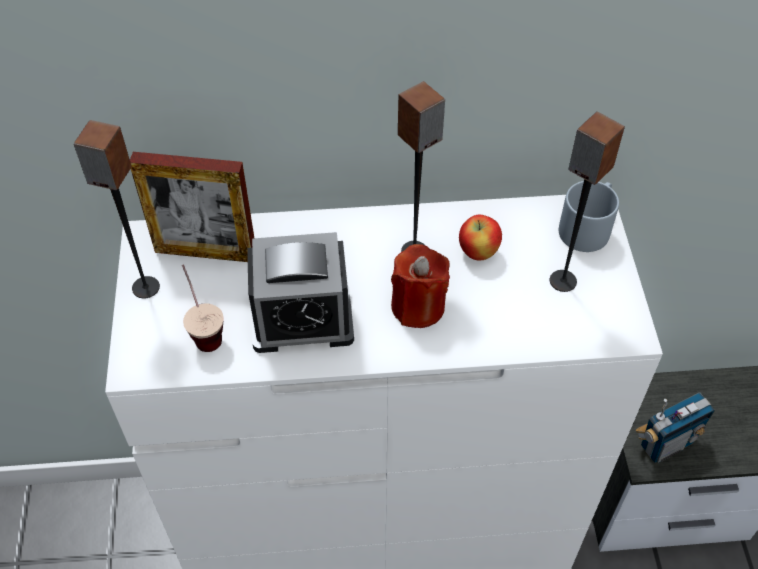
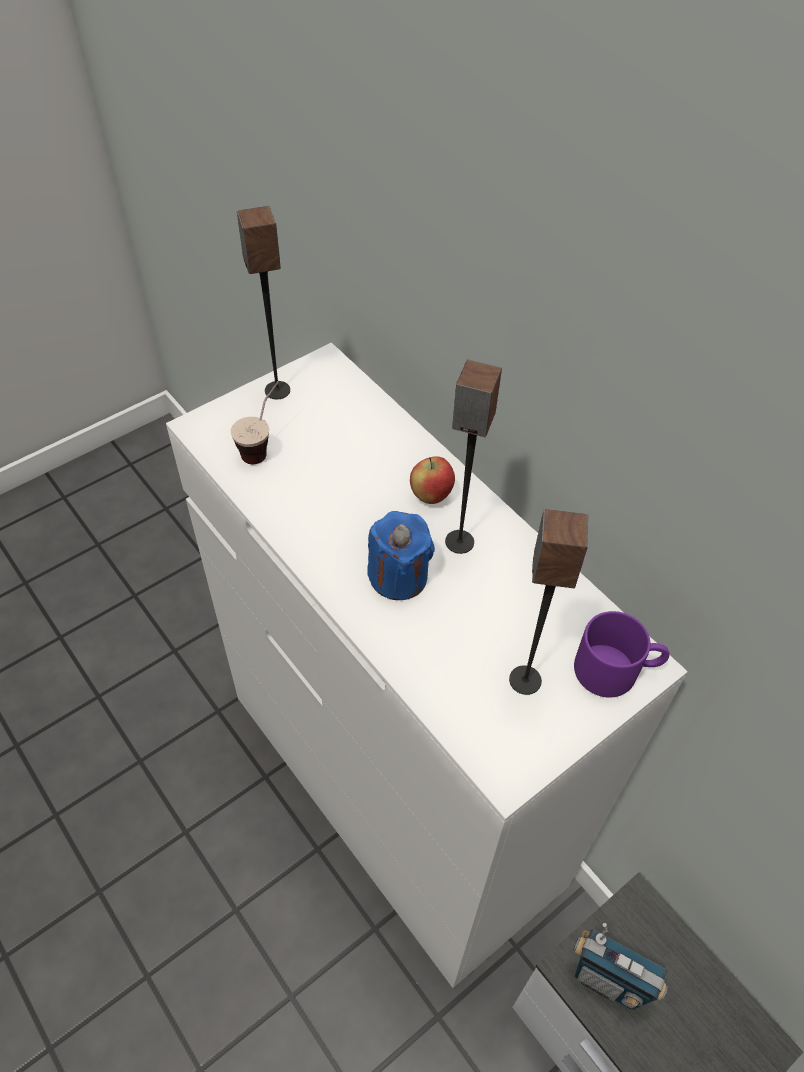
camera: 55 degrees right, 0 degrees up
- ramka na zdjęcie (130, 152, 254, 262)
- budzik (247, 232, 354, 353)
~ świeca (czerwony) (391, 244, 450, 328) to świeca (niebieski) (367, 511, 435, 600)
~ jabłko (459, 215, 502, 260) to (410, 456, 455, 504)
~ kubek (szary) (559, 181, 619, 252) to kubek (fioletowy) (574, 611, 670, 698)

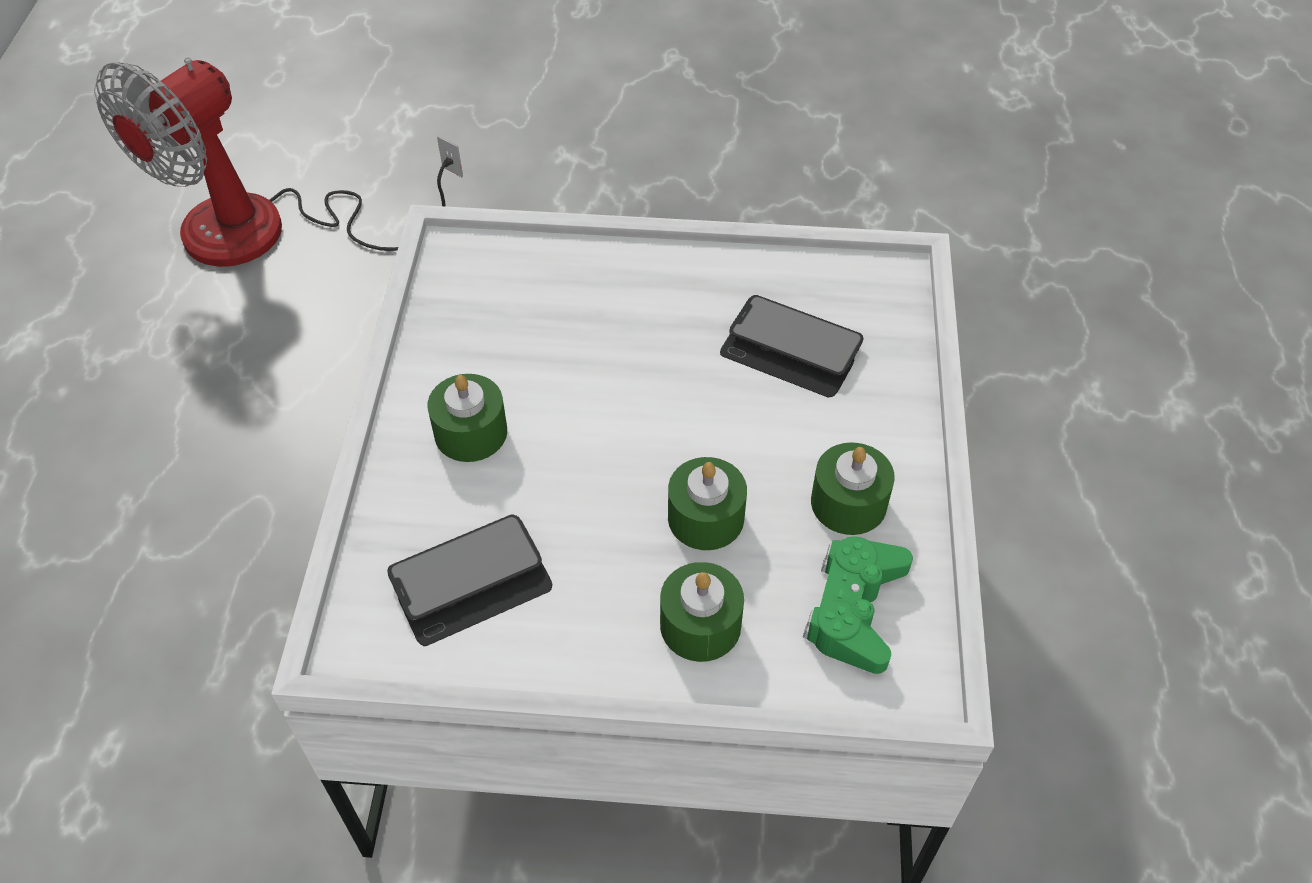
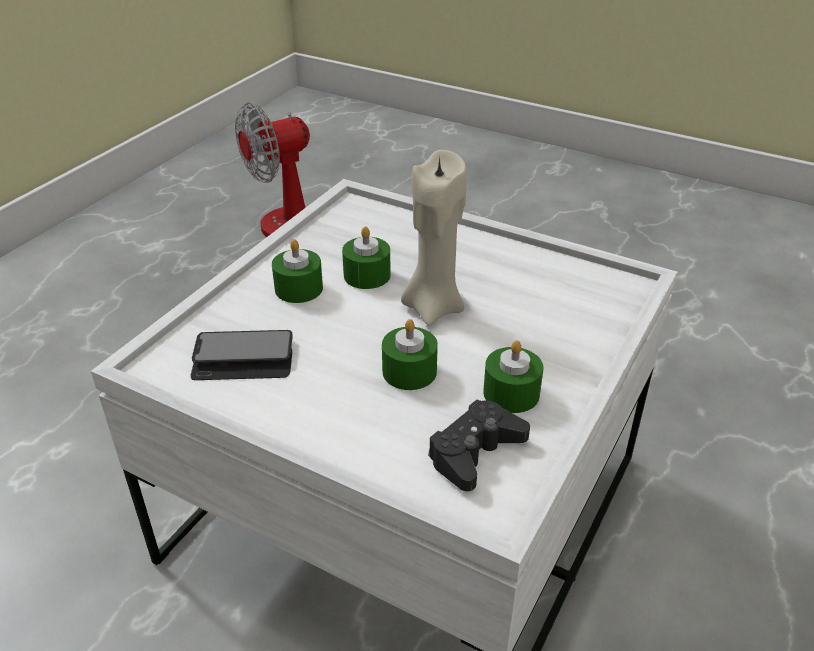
camera: 25 degrees right, 15 degrees down
~ świeca (zielony) (660, 562, 744, 662) to (342, 226, 391, 289)
- telefon (720, 295, 864, 397)
~ pad do gier (zielony) (803, 536, 913, 674) to pad do gier (czarny) (428, 400, 530, 491)
+ świeca (beżowy) (401, 150, 467, 326)

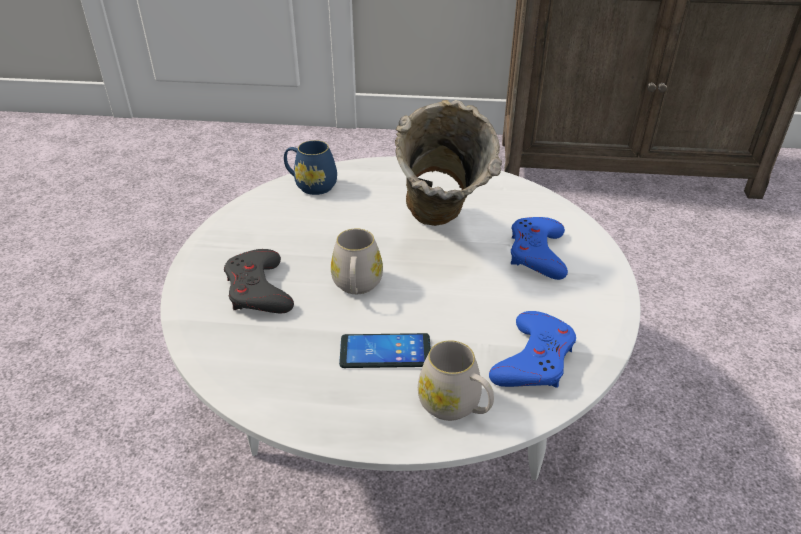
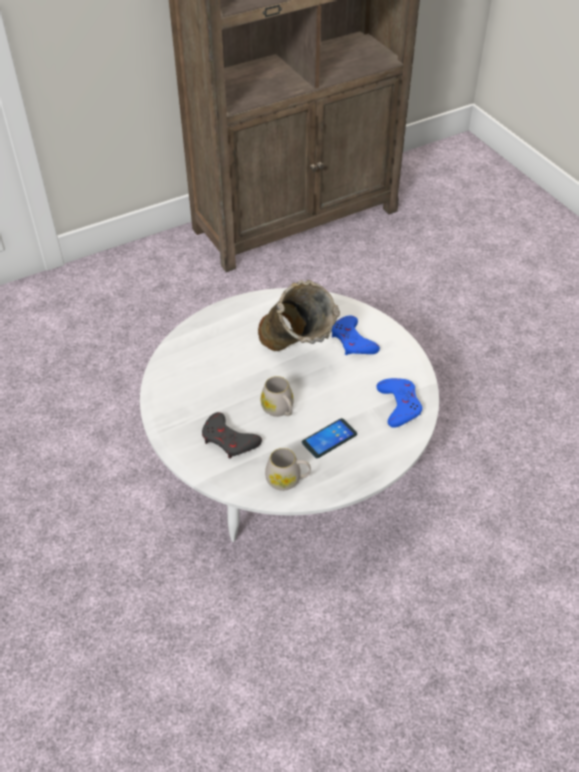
camera: 35 degrees left, 10 degrees up
- kubek (niebieski) (284, 140, 337, 195)
~ kubek (biały) (418, 340, 494, 421) to (265, 448, 311, 491)

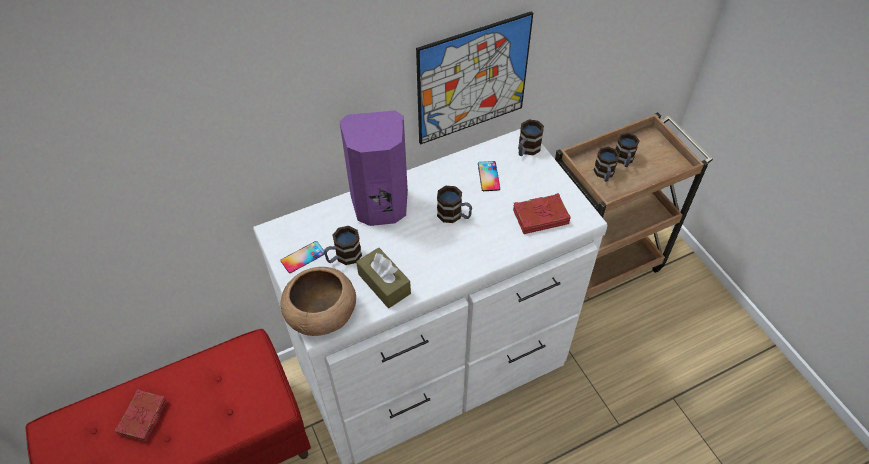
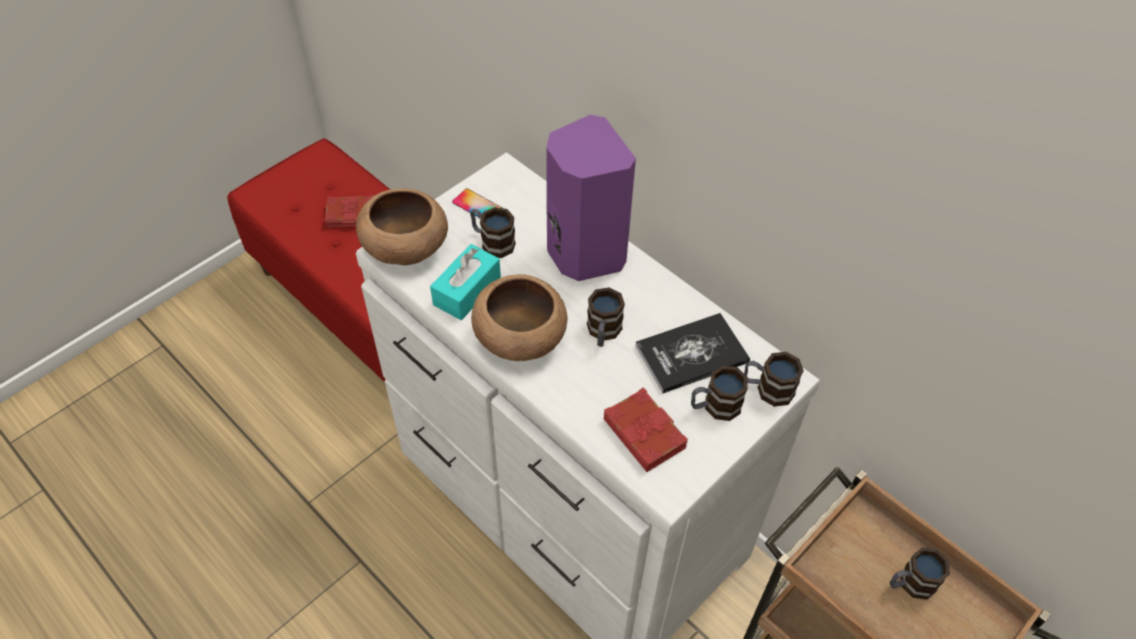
camera: 70 degrees right, 0 degrees up
~ pudełko chusteczek (brązowy) (356, 248, 411, 308) to pudełko chusteczek (turkusowy) (430, 244, 501, 320)
- obraz (416, 11, 533, 145)
~ telefon (478, 161, 500, 191) to książka (635, 313, 750, 394)
~ kubek (593, 147, 619, 182) to (691, 366, 748, 421)
+ miska (brązowy) (471, 274, 567, 361)

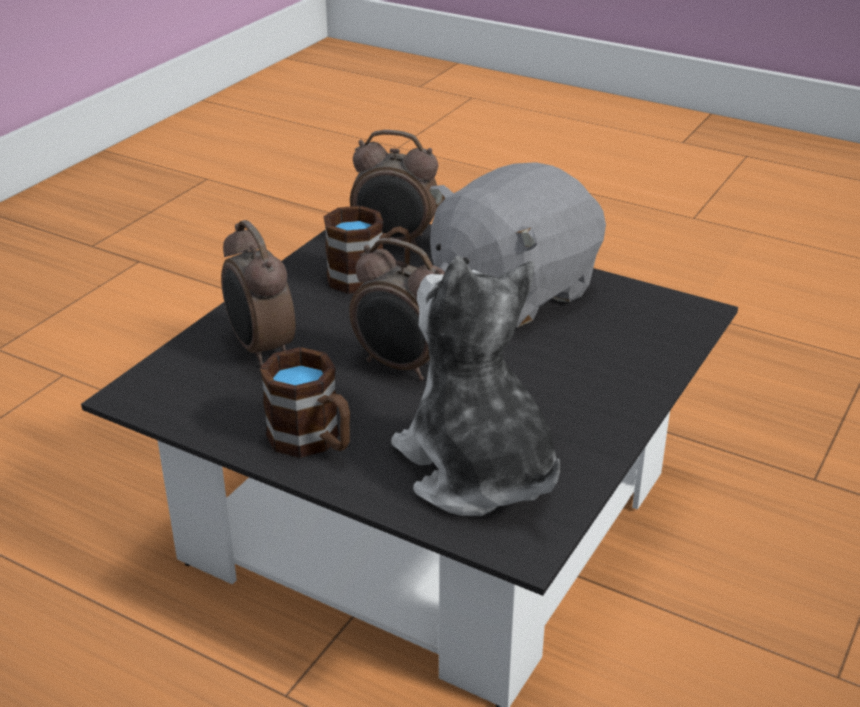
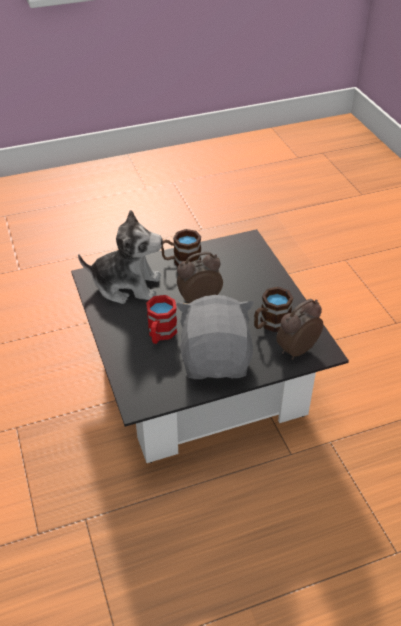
camera: 130 degrees right, 10 degrees up
- budzik (221, 220, 295, 366)
+ kubek (czerwony) (146, 295, 177, 344)

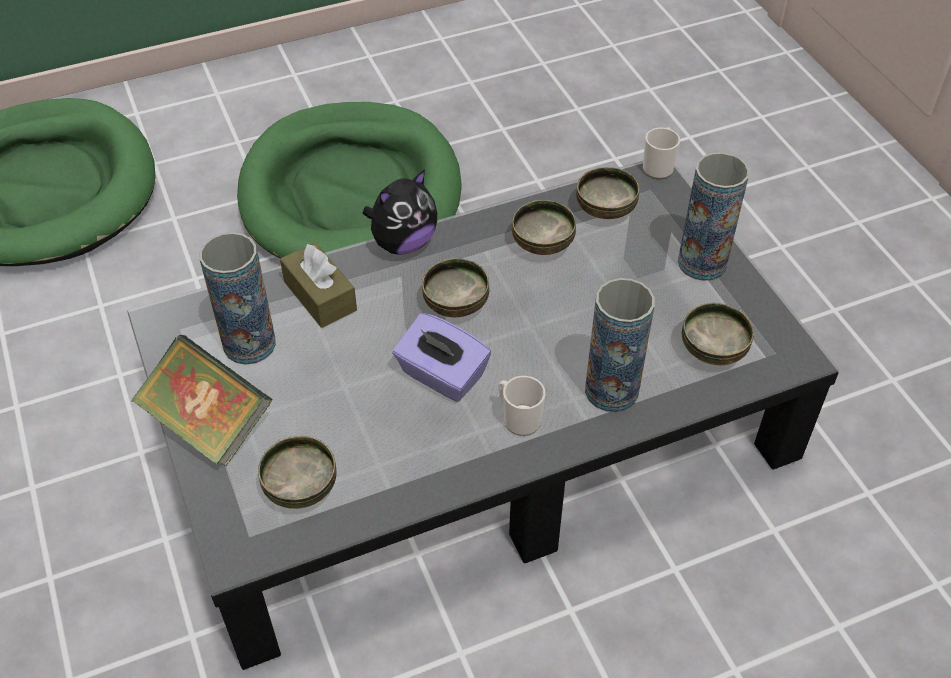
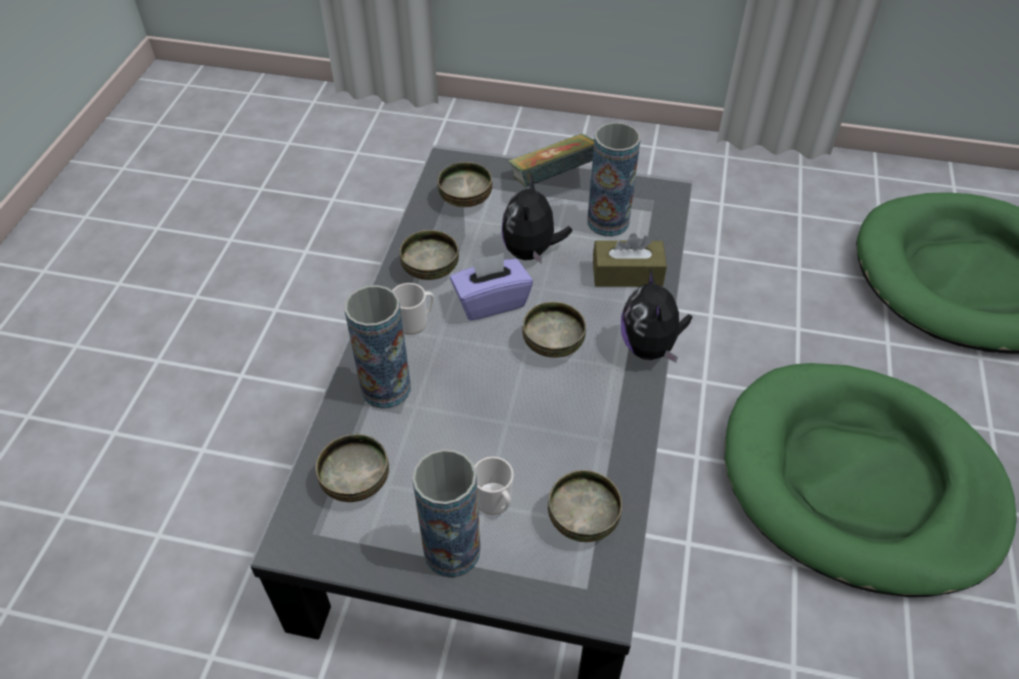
camera: 125 degrees right, 0 degrees up
~ miska (512, 200, 576, 255) to (399, 230, 459, 280)
~ kubek (643, 127, 680, 179) to (474, 457, 514, 515)
+ pluszak (502, 175, 572, 264)

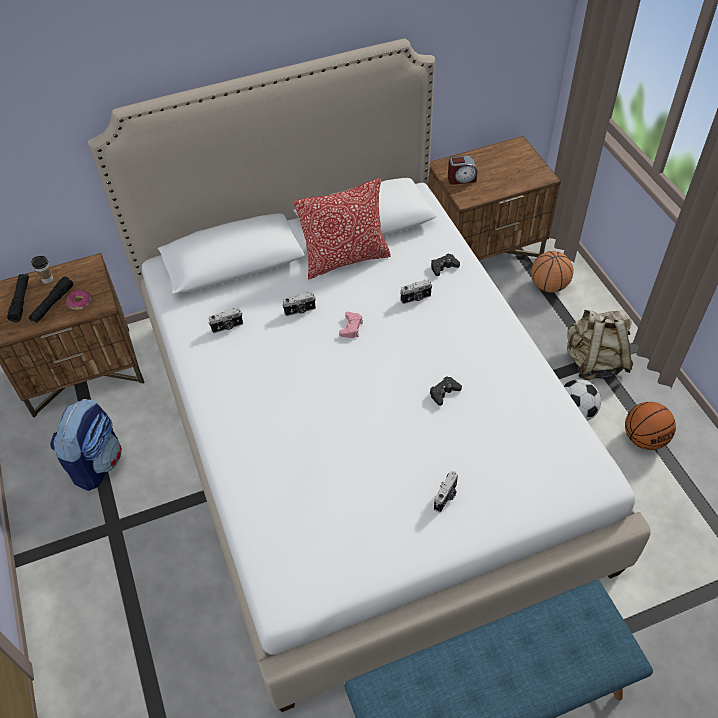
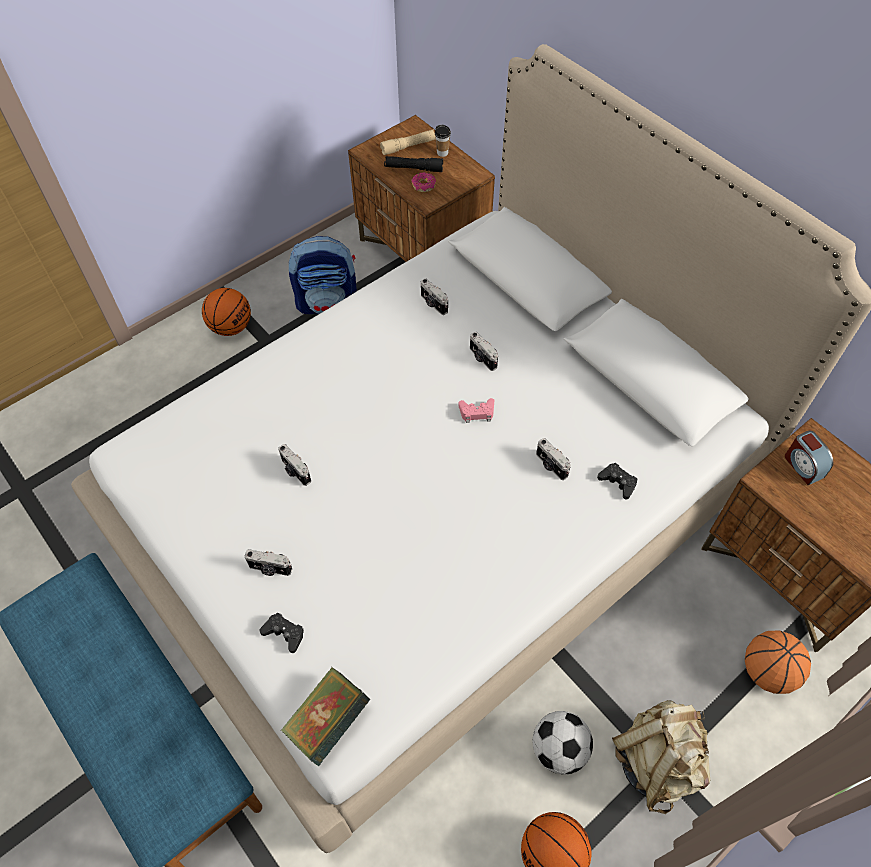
camera: 70 degrees right, 5 degrees up
~ latarka (czarny) (7, 274, 29, 322) to latarka (beżowy) (380, 130, 436, 155)
- poduszka (294, 178, 391, 280)
~ pad do gier (czarny) (430, 376, 462, 406) to (259, 613, 304, 653)
+ piłka do koszykówki (202, 288, 251, 336)
+ aparat fotograficzny (278, 444, 311, 486)
+ książka (281, 667, 371, 766)

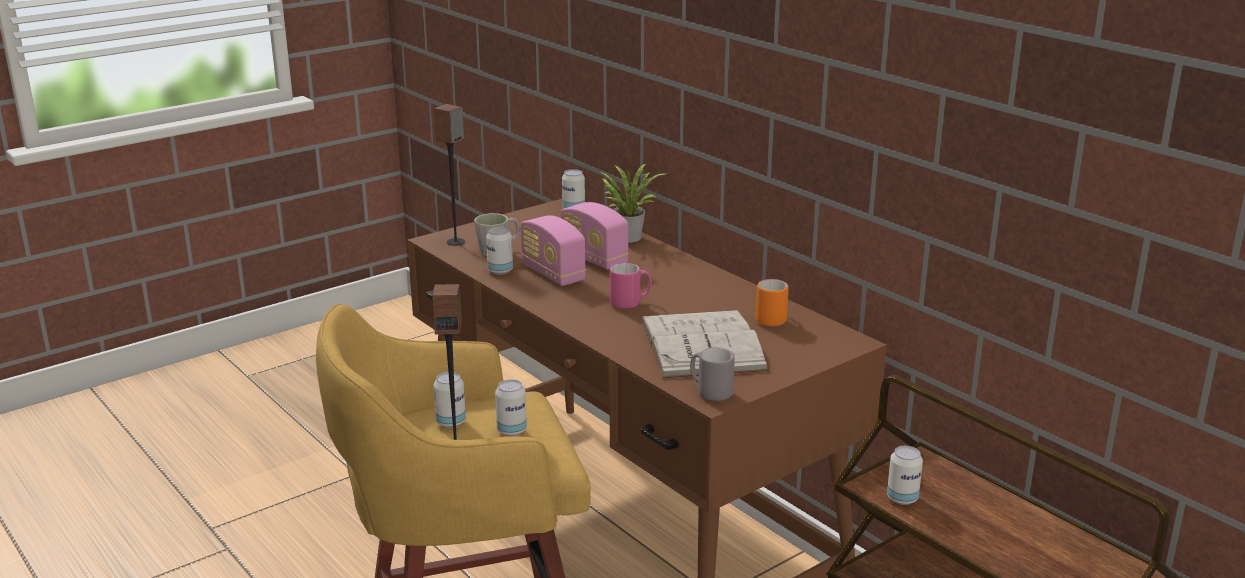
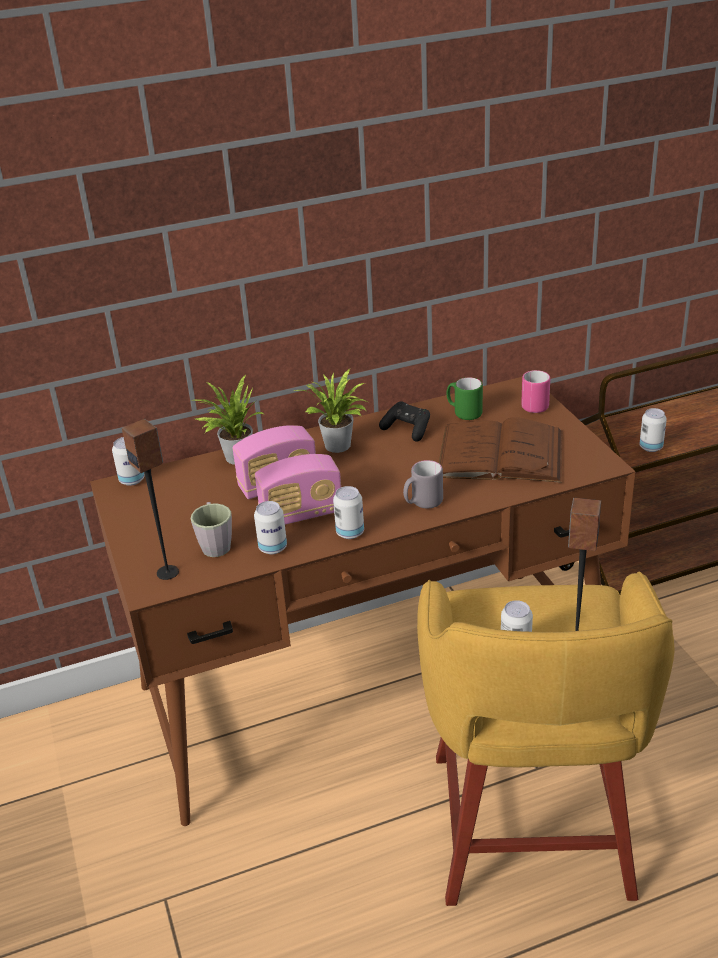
camera: 70 degrees left, 10 degrees up
~ puszka (495, 379, 527, 436) to (333, 486, 364, 539)
~ kubek (różowy) (610, 263, 651, 309) to (521, 370, 550, 413)
~ książka (biały) (641, 310, 769, 378) to książka (brązowy) (439, 417, 563, 483)
~ kubek (szary) (690, 347, 735, 401) to (403, 460, 443, 509)
~ kubek (pomarańczowy) (756, 279, 789, 327) to kubek (zielony) (446, 377, 483, 420)
+ roślina doniczkowa (294, 369, 367, 453)
+ pad do gier (czarny) (379, 401, 430, 442)

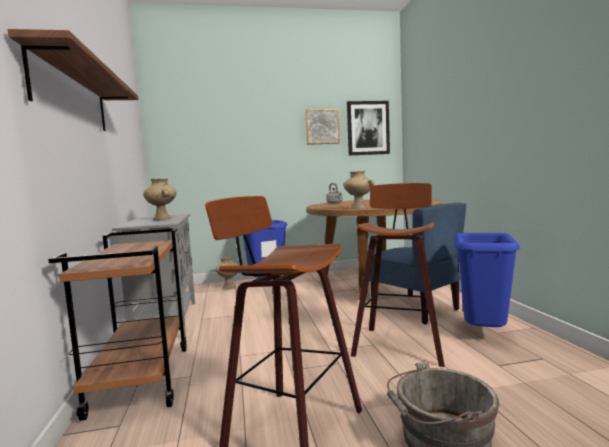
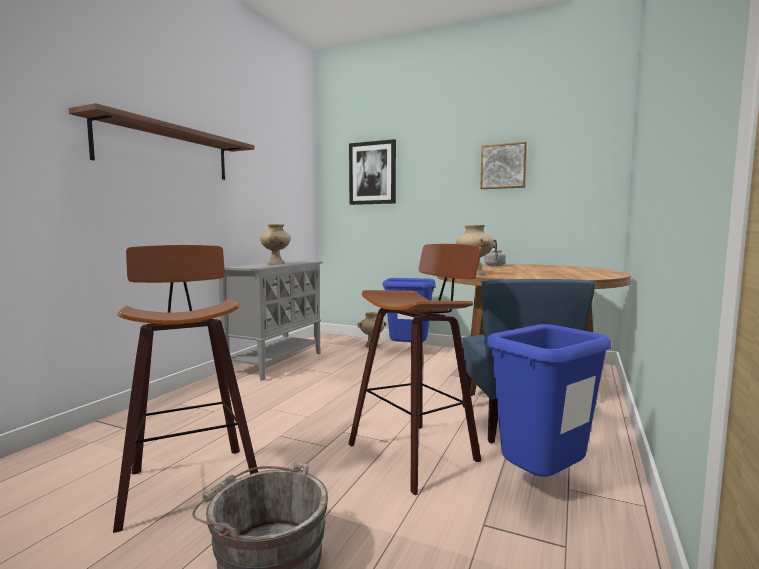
camera: 35 degrees right, 0 degrees up
- wózek (brązowy) (48, 228, 187, 421)
~ obraz (347, 101, 390, 155) to (349, 139, 396, 205)

